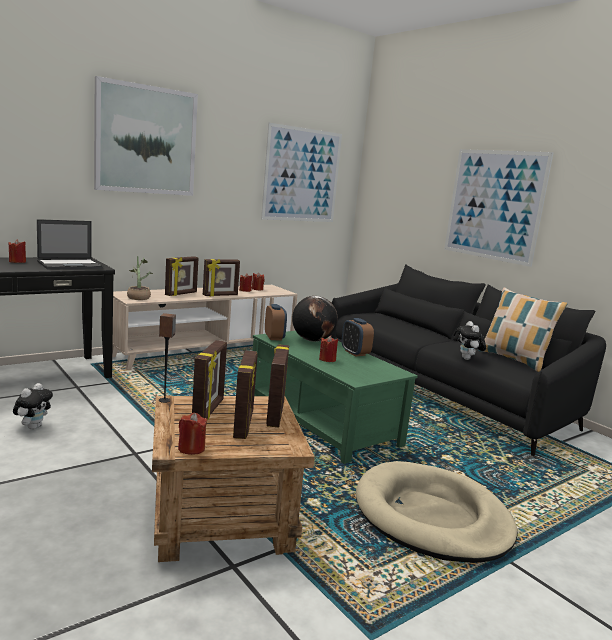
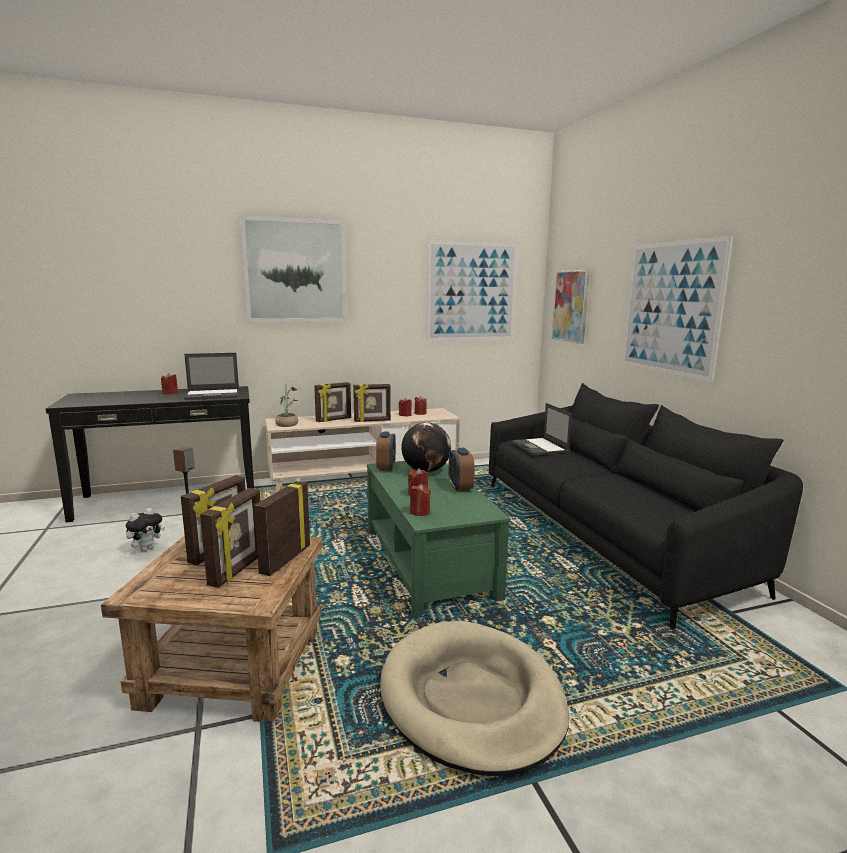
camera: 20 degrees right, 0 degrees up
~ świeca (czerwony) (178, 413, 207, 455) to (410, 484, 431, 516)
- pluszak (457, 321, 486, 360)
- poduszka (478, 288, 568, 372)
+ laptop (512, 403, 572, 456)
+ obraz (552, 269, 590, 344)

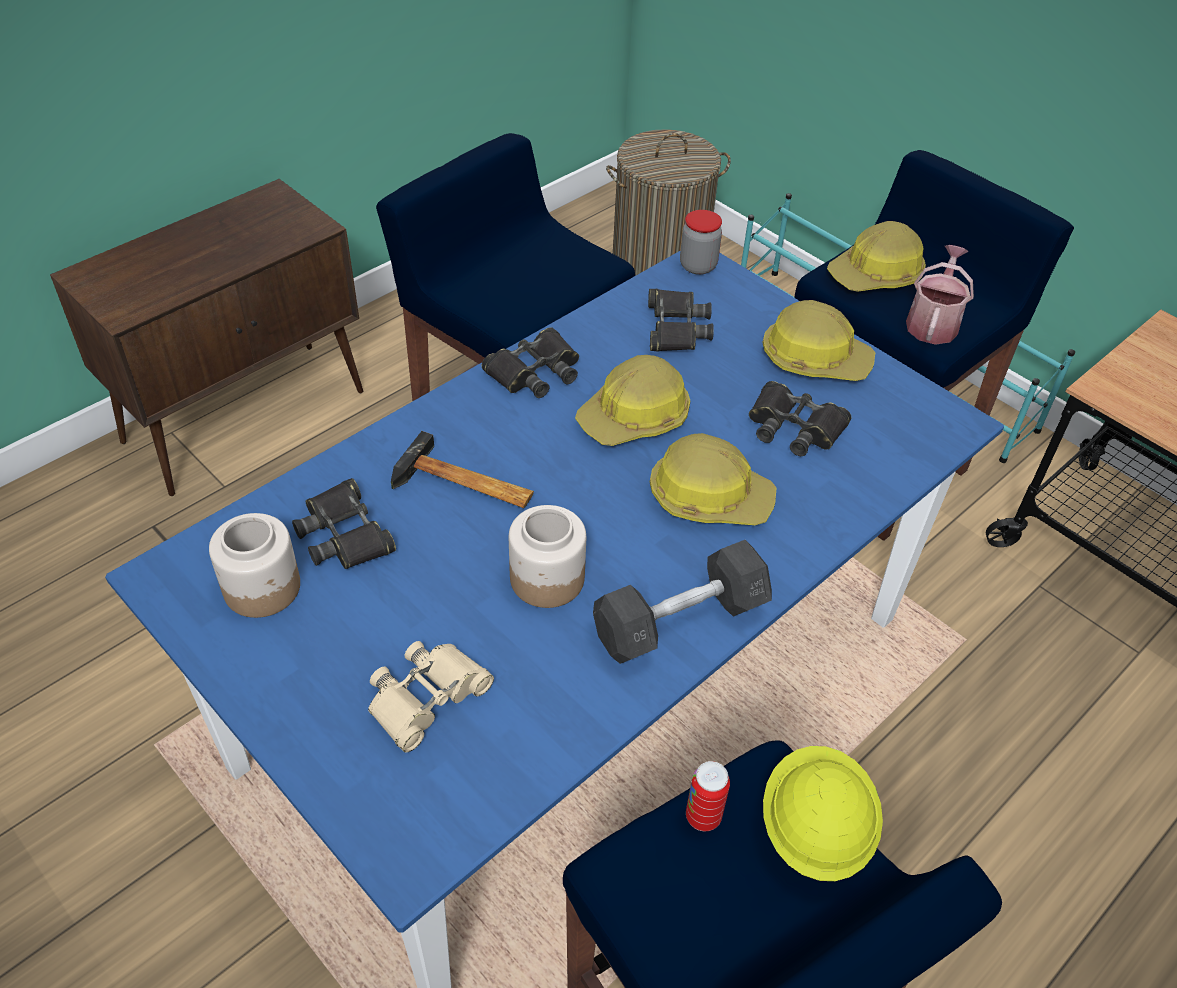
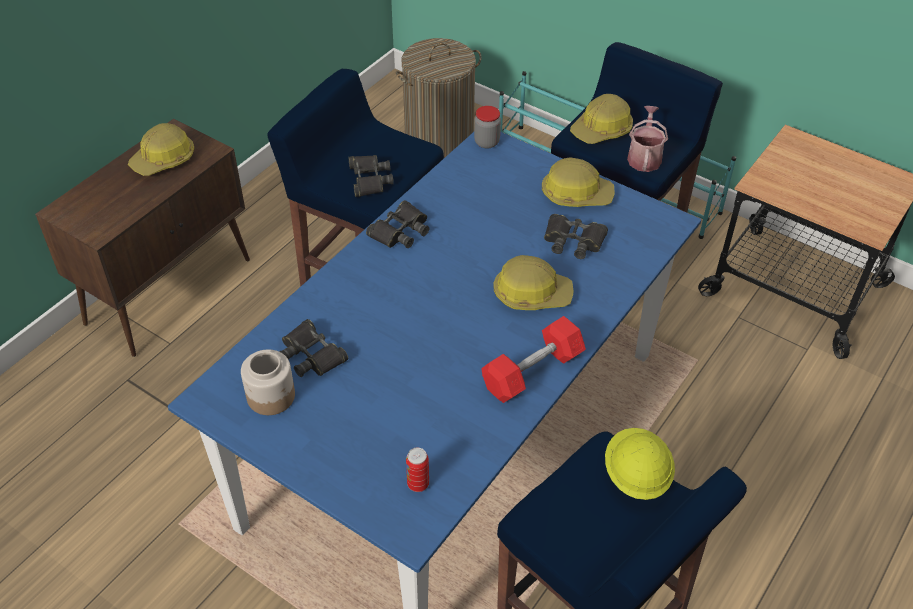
camera: 10 degrees left, 0 degrees up
- lornetka (beżowy) (368, 641, 494, 753)
- młotek (391, 431, 534, 508)
- słoik (509, 505, 586, 608)
~ kask (575, 355, 690, 446) to (128, 123, 194, 176)
~ hantel (szary) (593, 540, 772, 664) to hantel (czerwony) (481, 316, 586, 403)
~ lornetka (czarny) (648, 289, 714, 352) to (348, 155, 394, 197)
~ puszka (686, 761, 730, 831) to (406, 448, 429, 492)

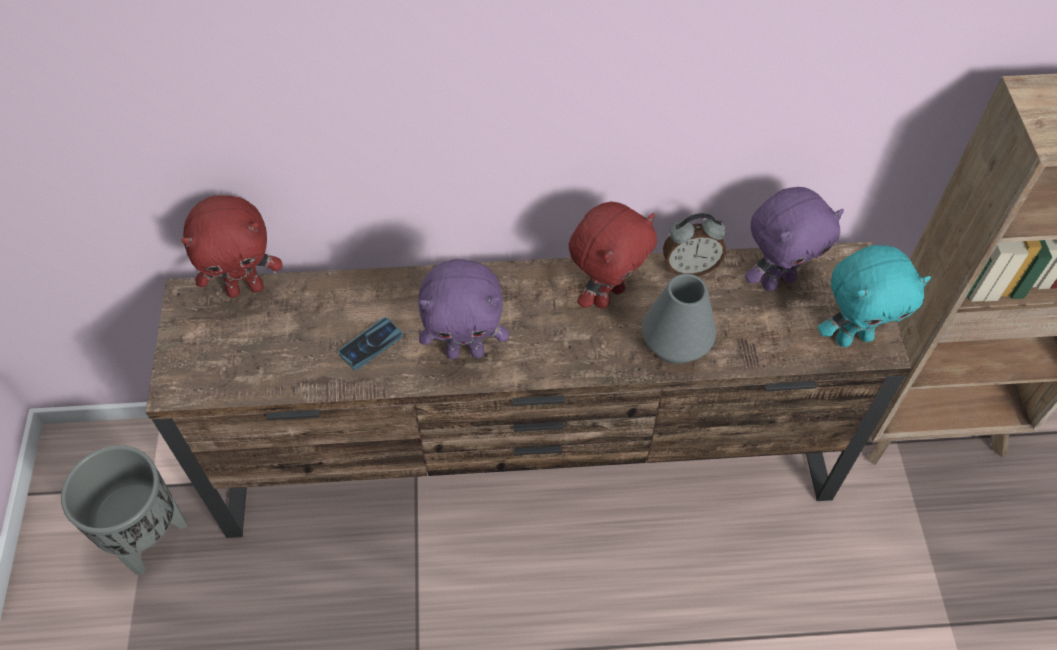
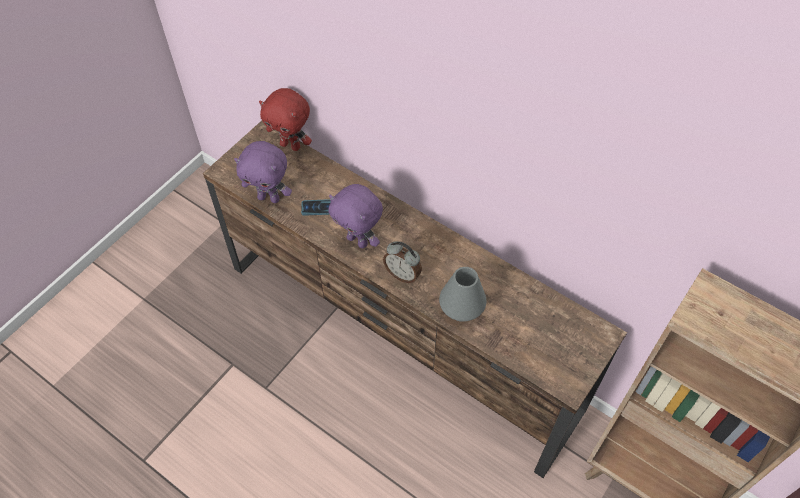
camera: 40 degrees right, 0 degrees up
- donica (szary) (61, 445, 188, 575)
- pluszak (czerwony) (568, 202, 657, 309)
~ budzik (663, 213, 726, 276) to (383, 242, 422, 283)
~ pluszak (fioletowy) (745, 187, 844, 291) to (234, 141, 292, 203)
- pluszak (turkusowy) (818, 245, 931, 347)

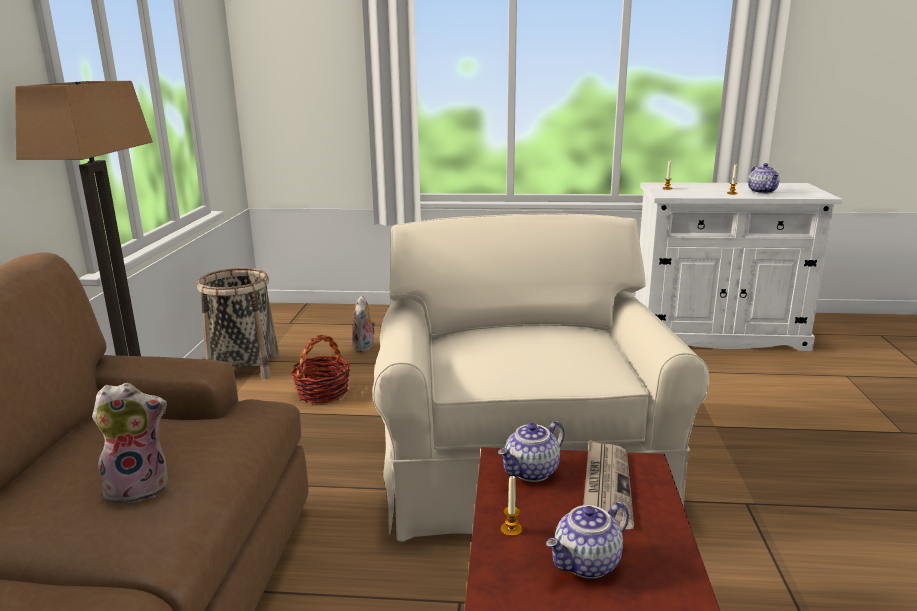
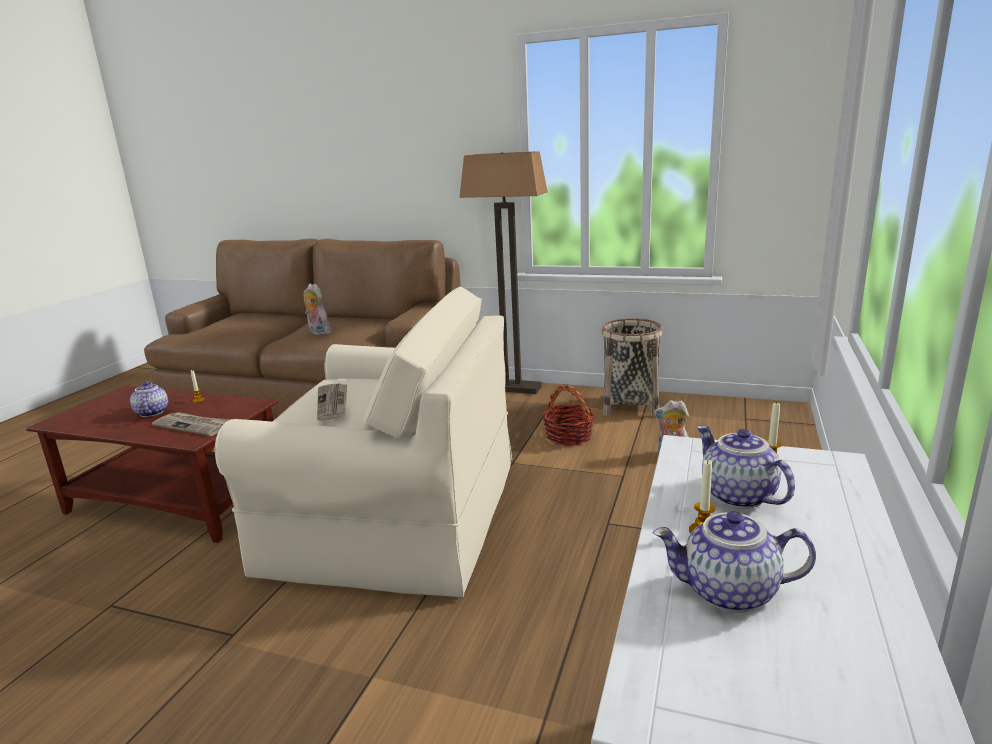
camera: 105 degrees right, 0 degrees up
~ pluszak (92, 383, 168, 506) = (303, 283, 331, 335) 135 degrees clockwise
~ imbryk (498, 421, 565, 482) to (697, 425, 795, 509)
+ gazeta (317, 383, 347, 421)

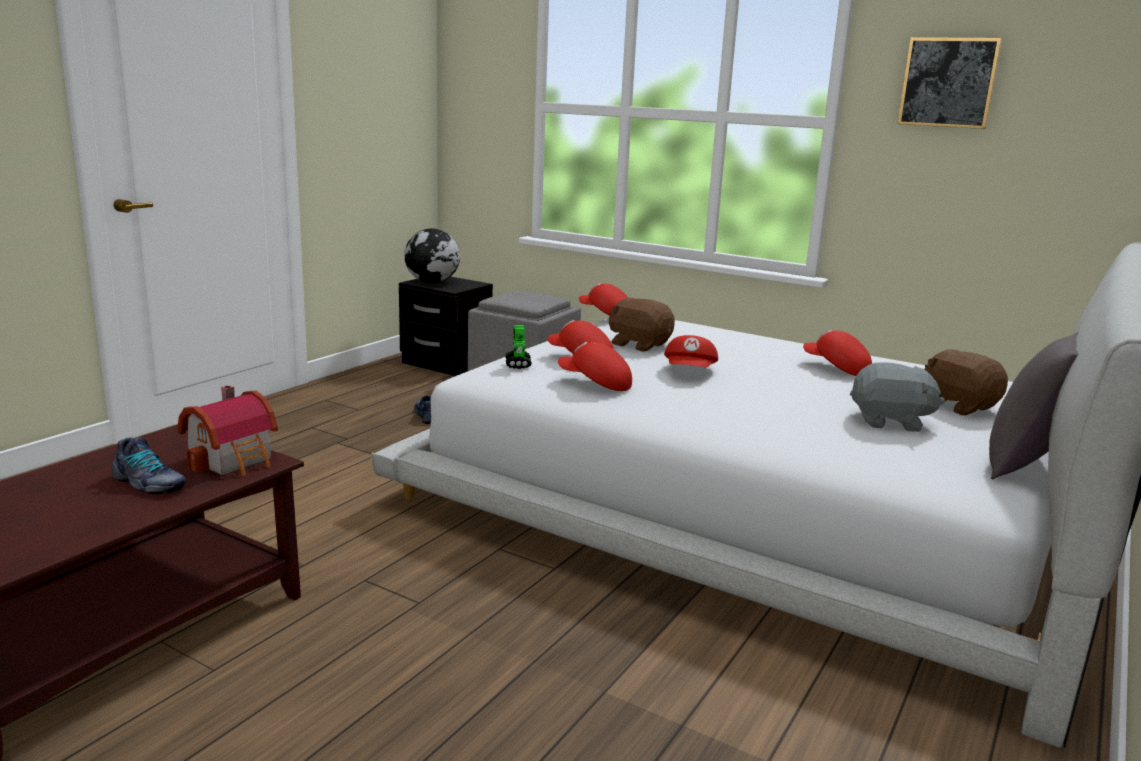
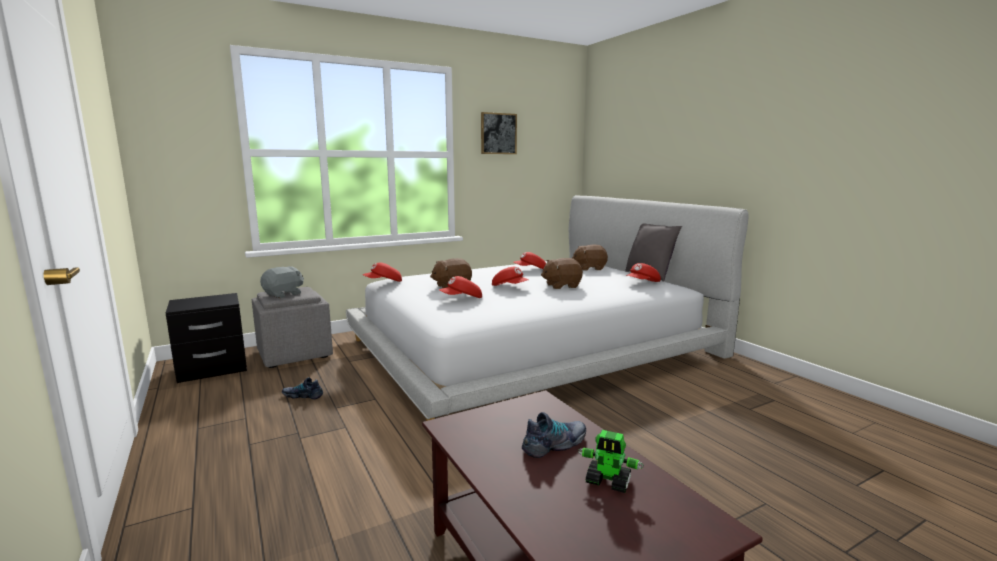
camera: 60 degrees left, 5 degrees down
- domek (177, 385, 278, 476)
- globus (404, 228, 460, 283)
~ robot zabawkowy (505, 325, 532, 369) to (578, 430, 644, 493)
~ czapka z daszkiem (czerwony) (558, 341, 632, 391) to (626, 263, 661, 282)
~ pluszak (szary) (850, 362, 945, 432) to (260, 266, 304, 298)
+ pluszak (brązowy) (541, 258, 583, 289)

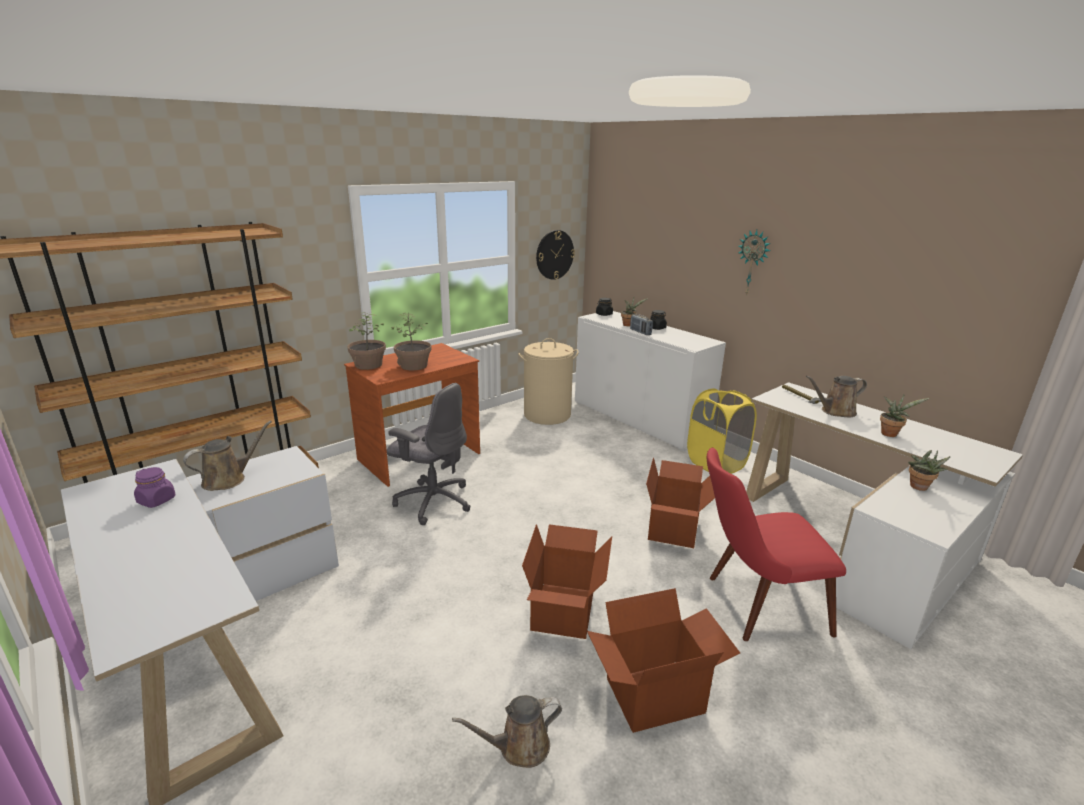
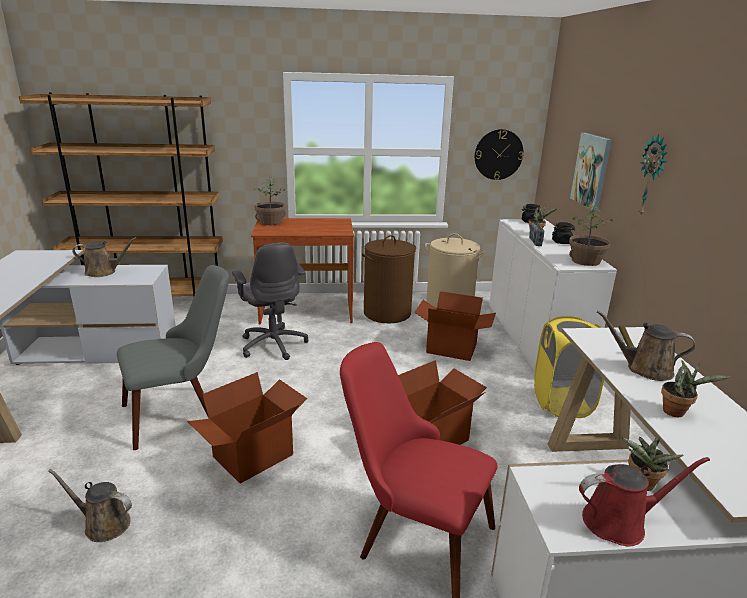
camera: 35 degrees right, 0 degrees up
- słoik (fioletowy) (134, 467, 175, 508)
~ roślina doniczkowa (392, 312, 432, 370) to (569, 205, 613, 266)
~ karton (587, 588, 740, 733) to (414, 291, 496, 361)
+ krzesło (szary) (117, 265, 229, 450)
+ kosz na pranie (brązowy) (362, 235, 416, 323)
+ obraz (570, 133, 611, 211)
+ konewka (czerwony) (579, 457, 710, 546)

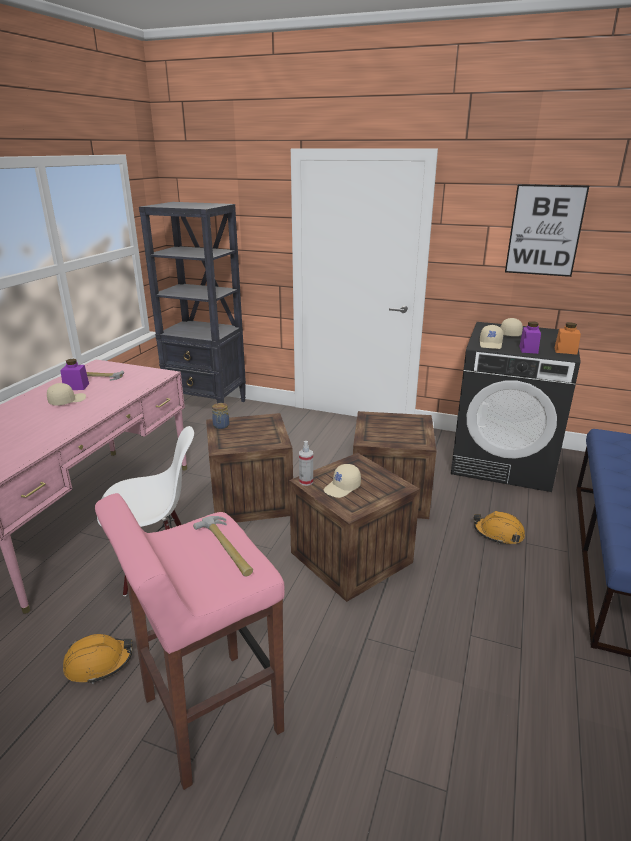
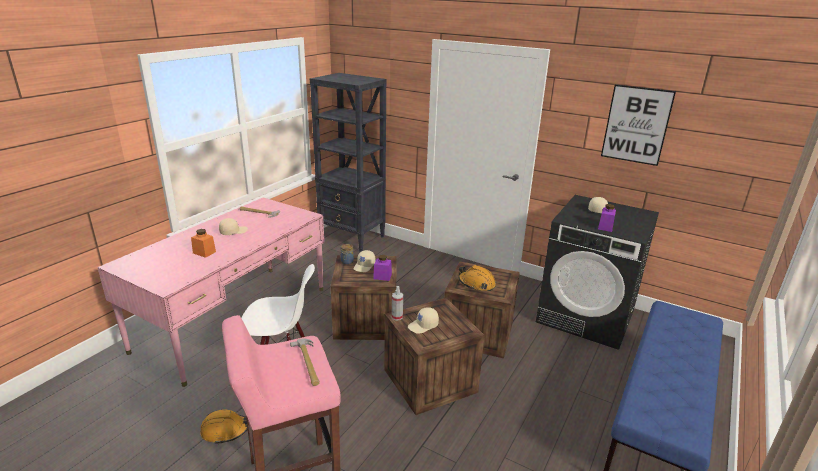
camera: 10 degrees right, 0 degrees up
~ słoik (fioletowy) (60, 359, 89, 390) to (373, 255, 392, 281)
~ kask (pomarańczowy) (474, 511, 525, 544) to (458, 265, 496, 291)
~ czapka z daszkiem (beżowy) (480, 325, 503, 349) to (353, 250, 376, 272)
~ słoik (pomarańczowy) (554, 322, 581, 355) to (191, 229, 216, 258)

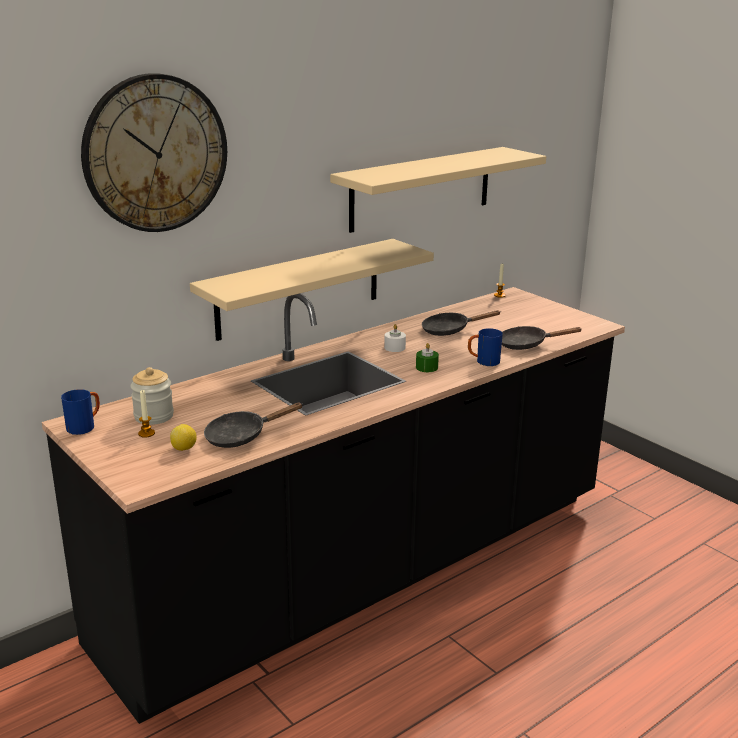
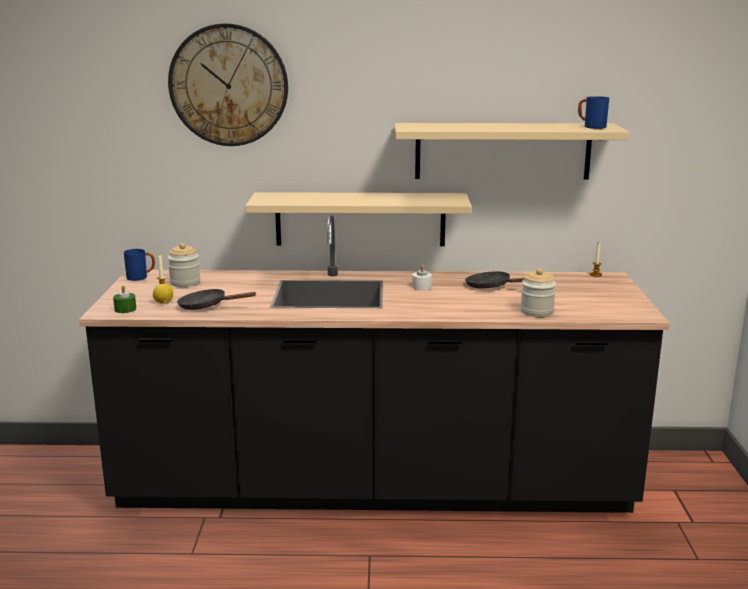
camera: 40 degrees right, 5 degrees down
~ świeca (zielony) (416, 343, 439, 372) to (113, 285, 136, 313)
~ kubek (niebieski) (468, 328, 503, 366) to (578, 96, 609, 129)
~ patelnia (czarny) (502, 326, 583, 350) to słoik (520, 268, 556, 317)

